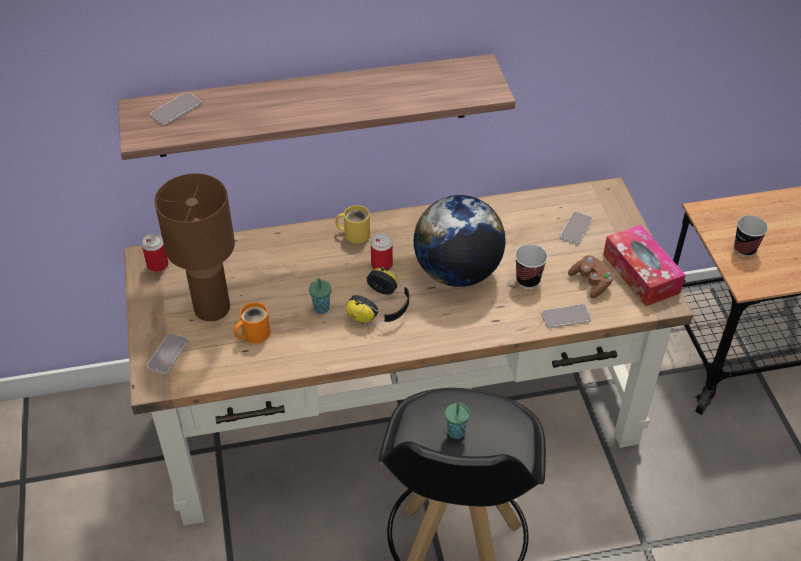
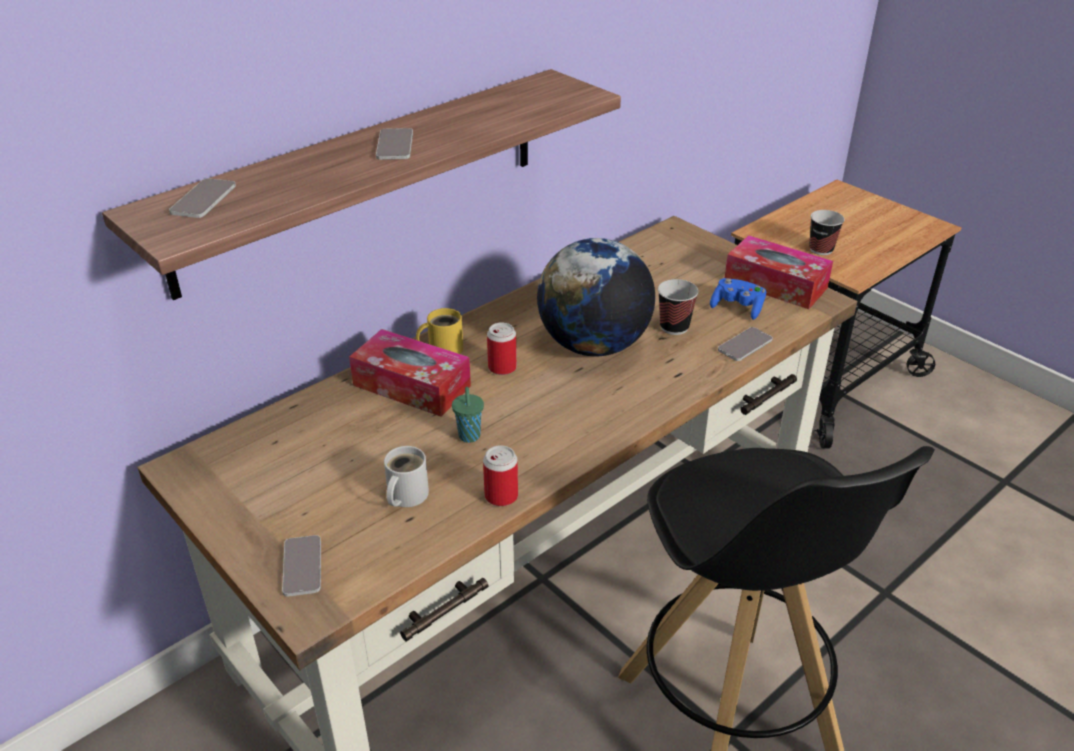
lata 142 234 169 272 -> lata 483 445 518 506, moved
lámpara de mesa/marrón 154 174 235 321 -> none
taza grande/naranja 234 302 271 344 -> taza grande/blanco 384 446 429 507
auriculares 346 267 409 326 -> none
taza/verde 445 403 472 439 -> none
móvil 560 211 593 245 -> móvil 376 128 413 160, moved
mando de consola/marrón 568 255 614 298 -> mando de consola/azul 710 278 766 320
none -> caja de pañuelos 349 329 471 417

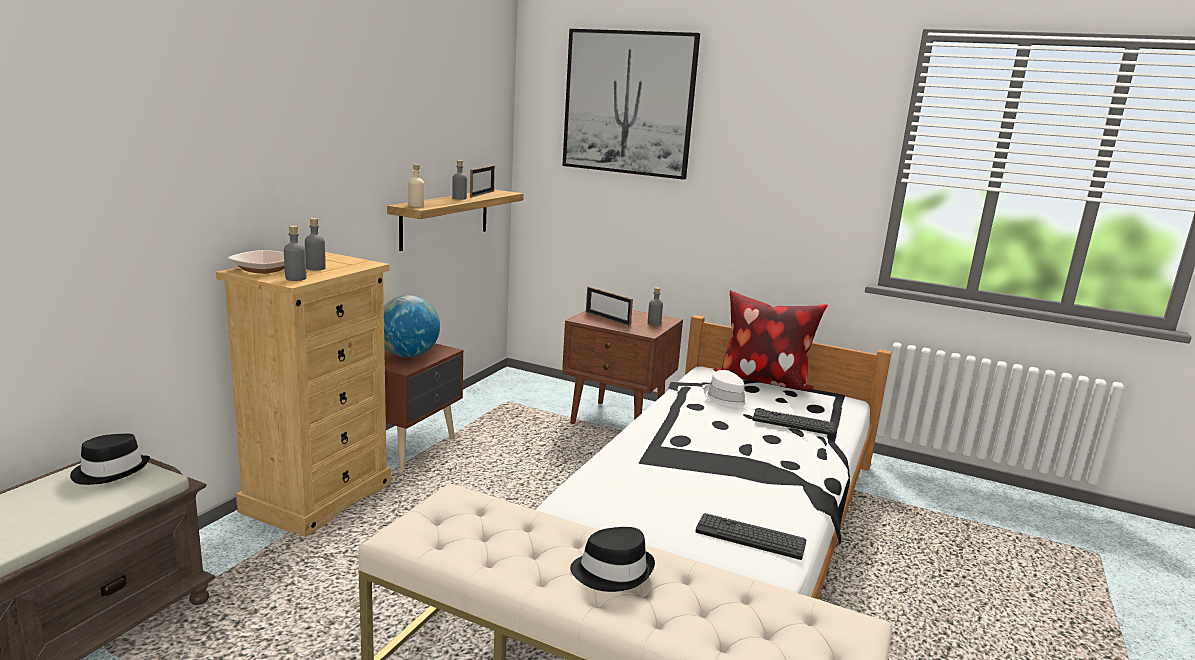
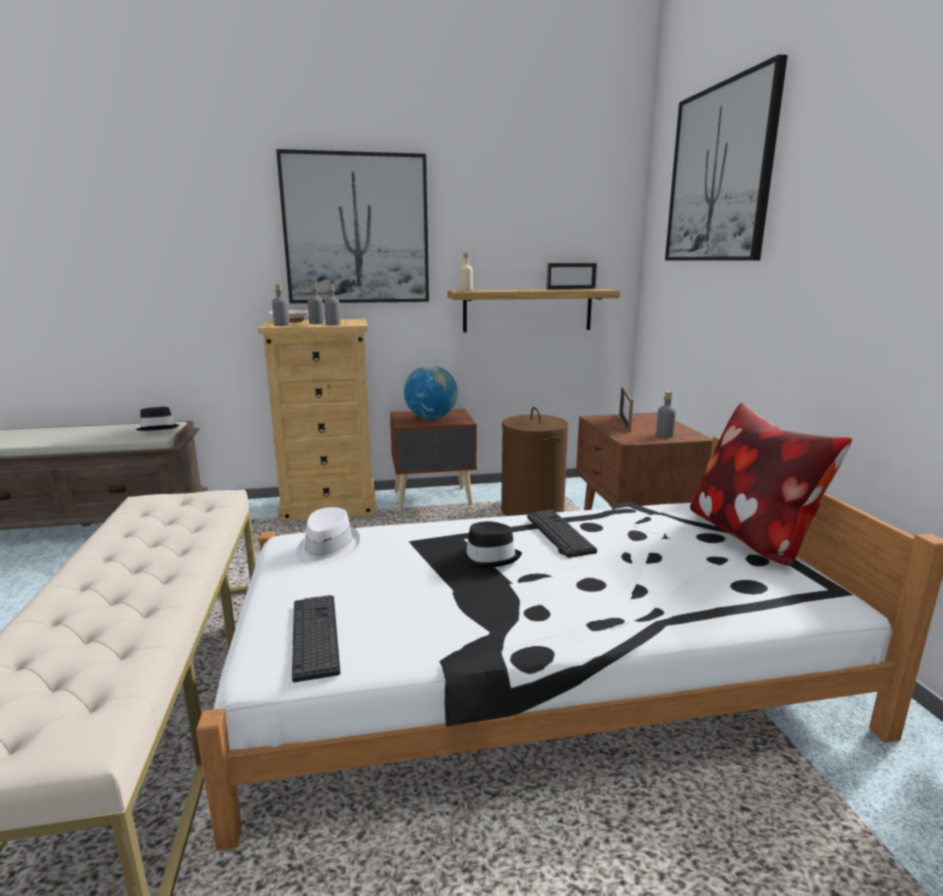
botella/gris 453 160 467 200 -> botella/gris 324 284 341 325, moved
sombrero/negro 570 527 655 592 -> sombrero/negro 458 521 522 568, moved
sombrero/blanco 704 370 751 409 -> sombrero/blanco 297 507 360 565, moved
teclado 752 409 834 435 -> teclado 527 510 597 558, moved
none -> cuadro 276 149 429 303
none -> cesto de la ropa/marrón 501 407 569 516

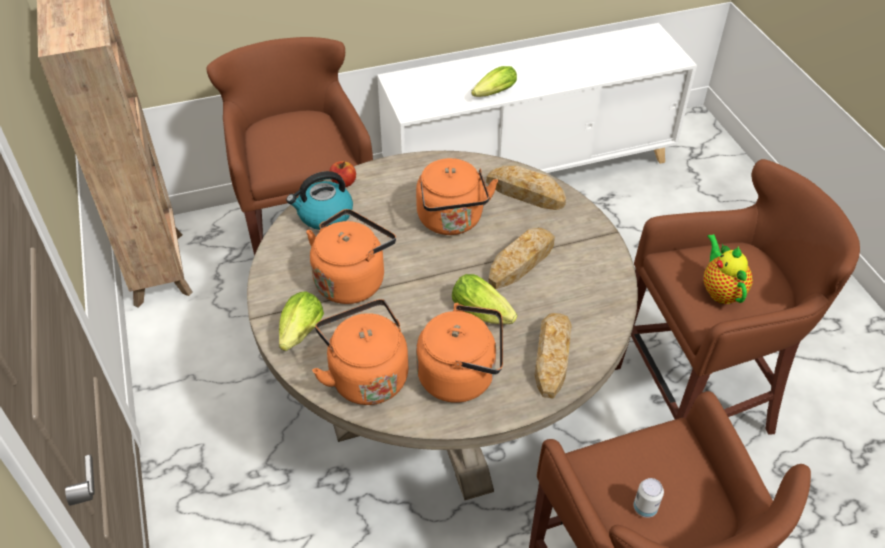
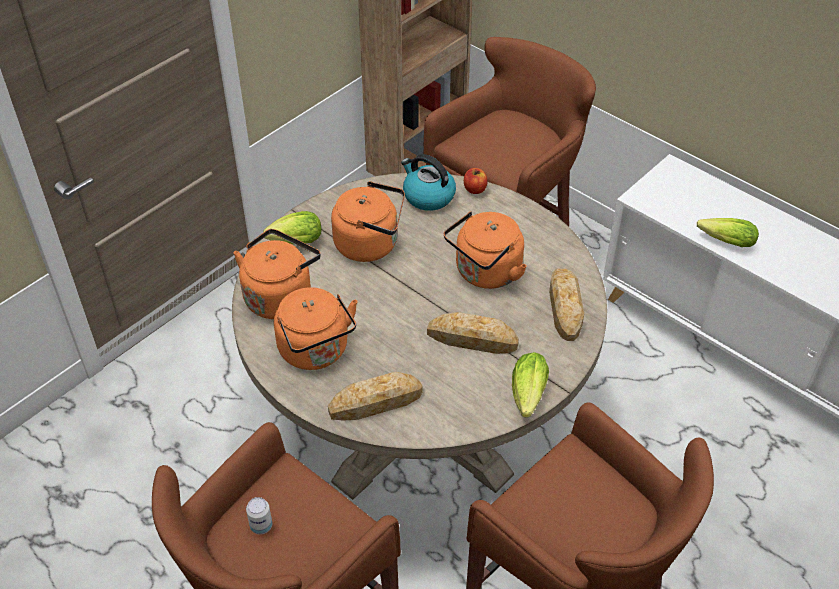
lechuga 452 274 517 324 -> lechuga 512 352 549 418, moved
tetera 704 234 752 304 -> none

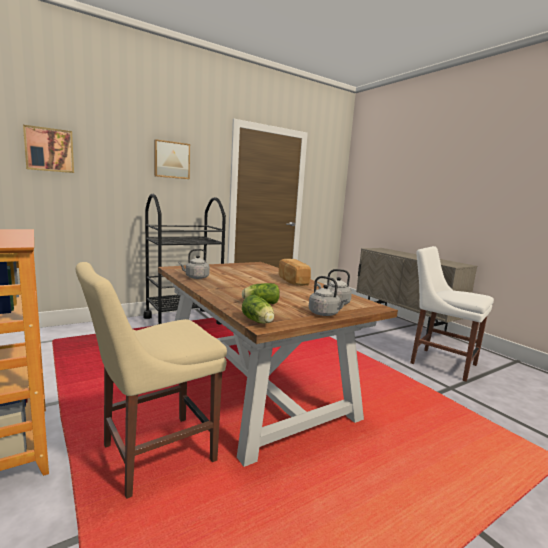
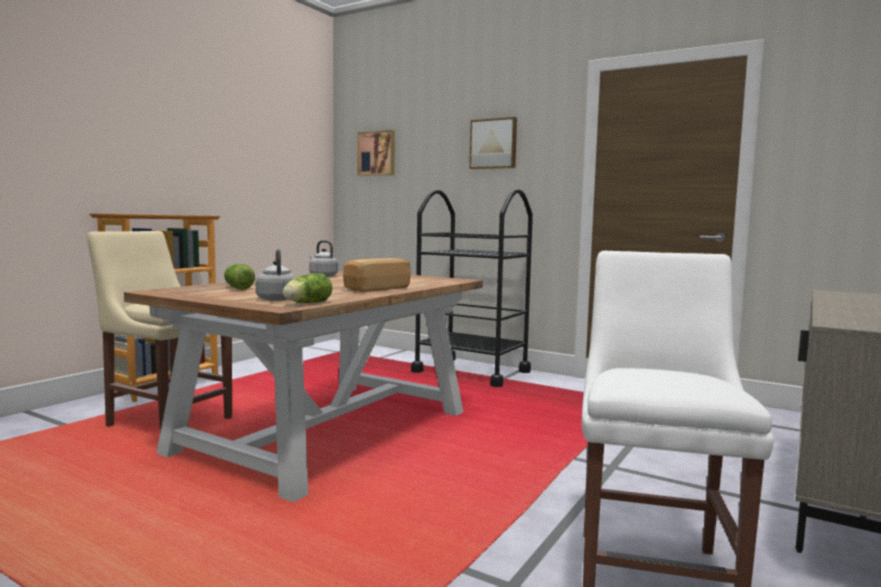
lechuga 242 295 274 323 -> lechuga 283 273 332 303, moved
hervidor/gris 309 276 348 316 -> none

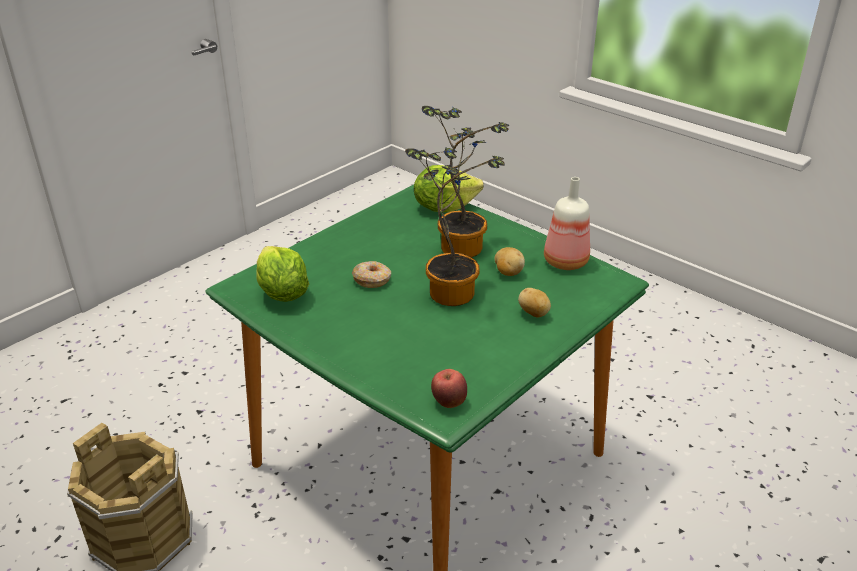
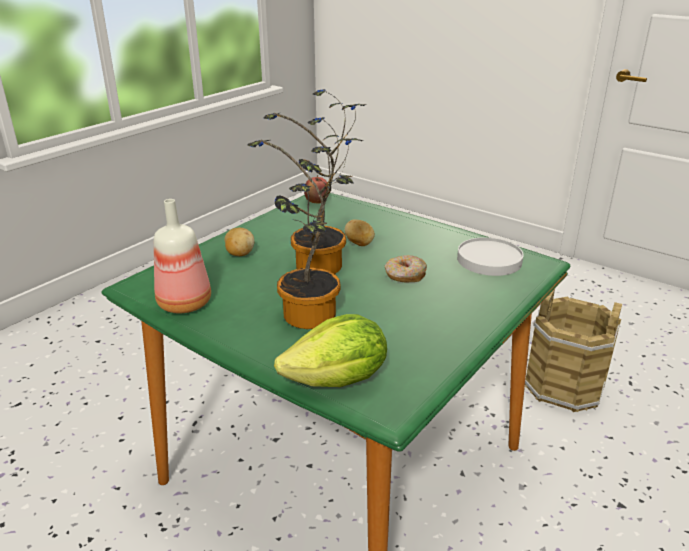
lechuga 256 246 309 302 -> plato/blanco 457 237 524 276
patata 494 247 525 276 -> patata 344 219 375 246, moved

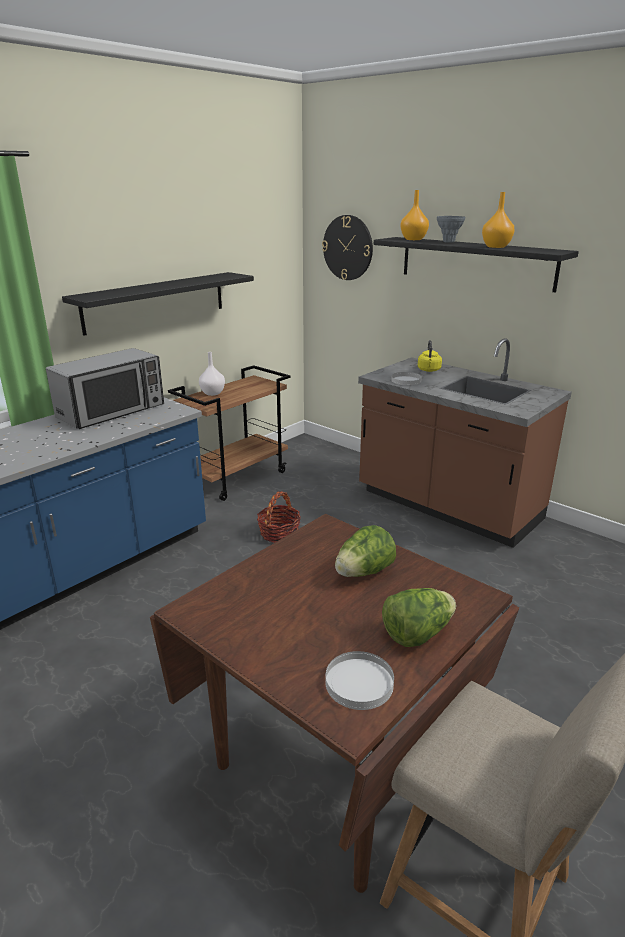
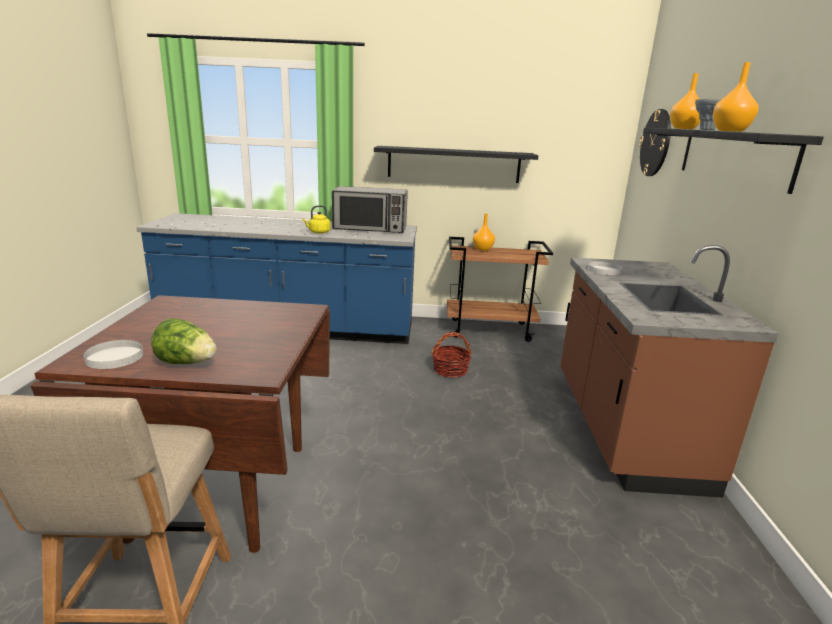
florero/blanco 199 352 225 396 -> florero/naranja 473 214 495 251
lechuga 335 525 396 577 -> none
hervidor/amarillo 418 340 442 372 -> hervidor/amarillo 302 205 331 234, moved

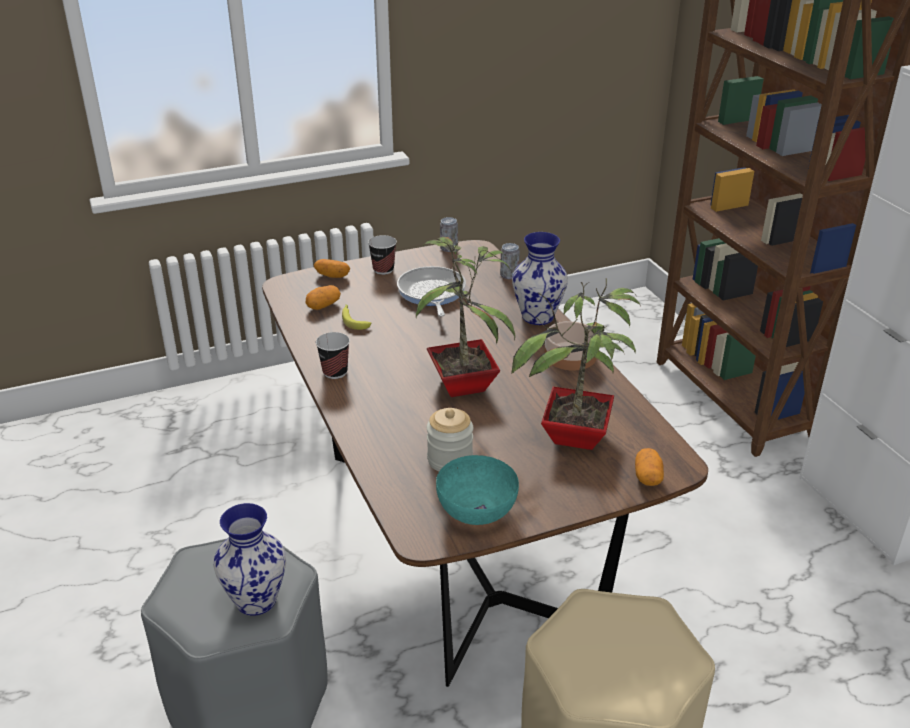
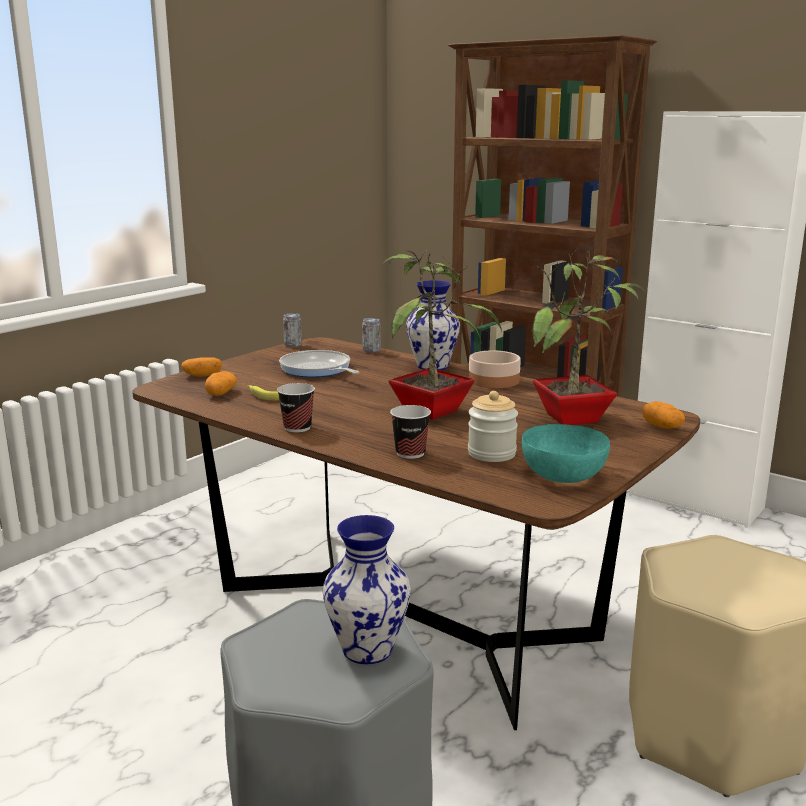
taza 368 235 397 275 -> taza 390 405 431 459, moved

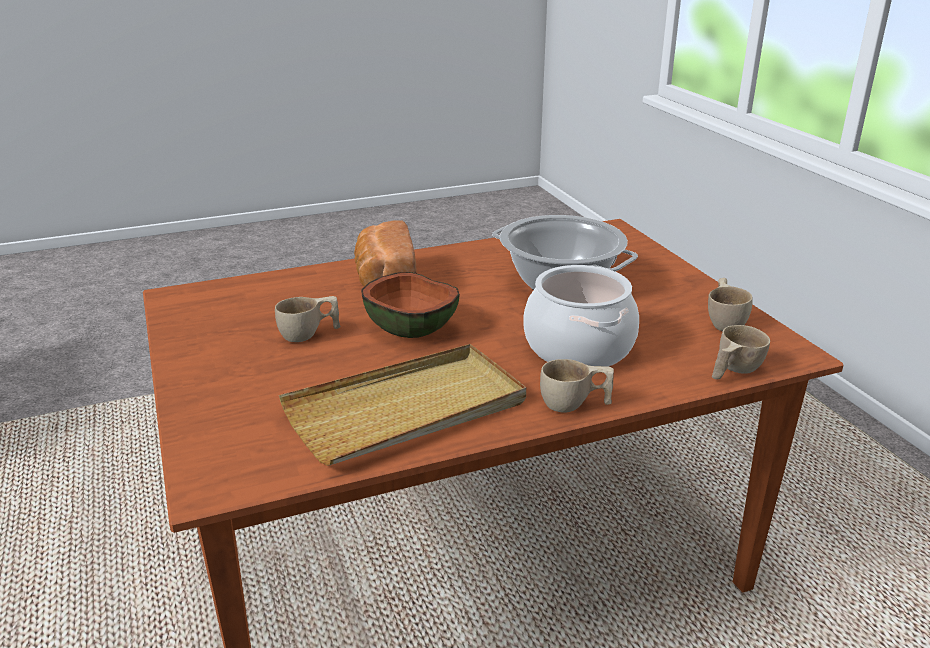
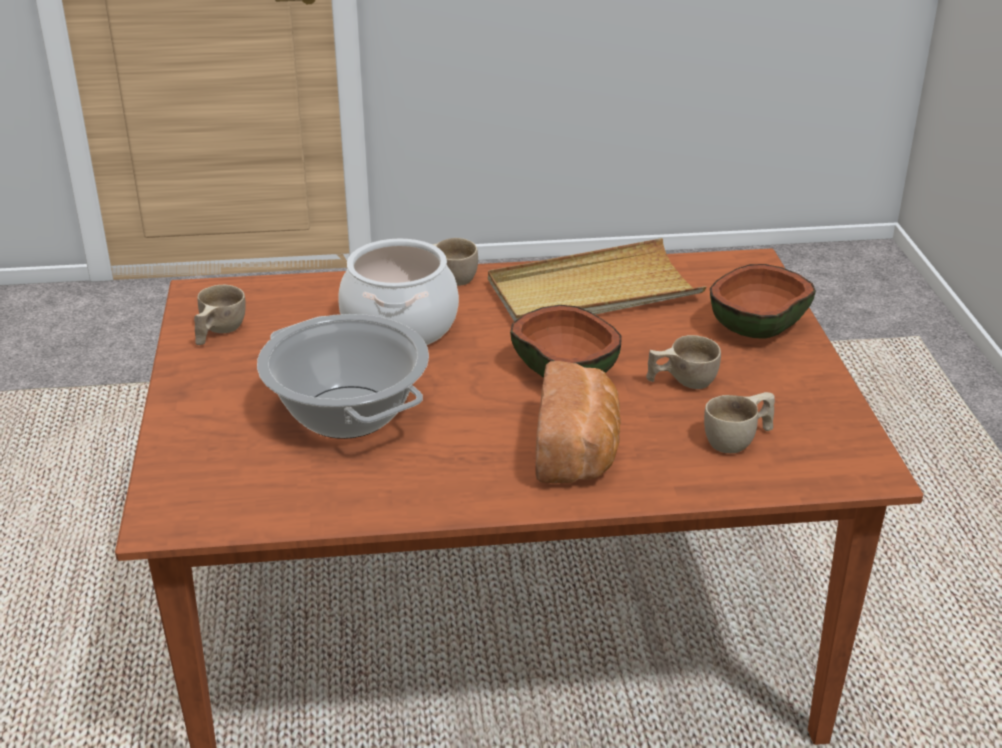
taza/beis 712 325 770 379 -> taza/beis 704 392 775 453, moved
none -> cuenco 710 264 816 339

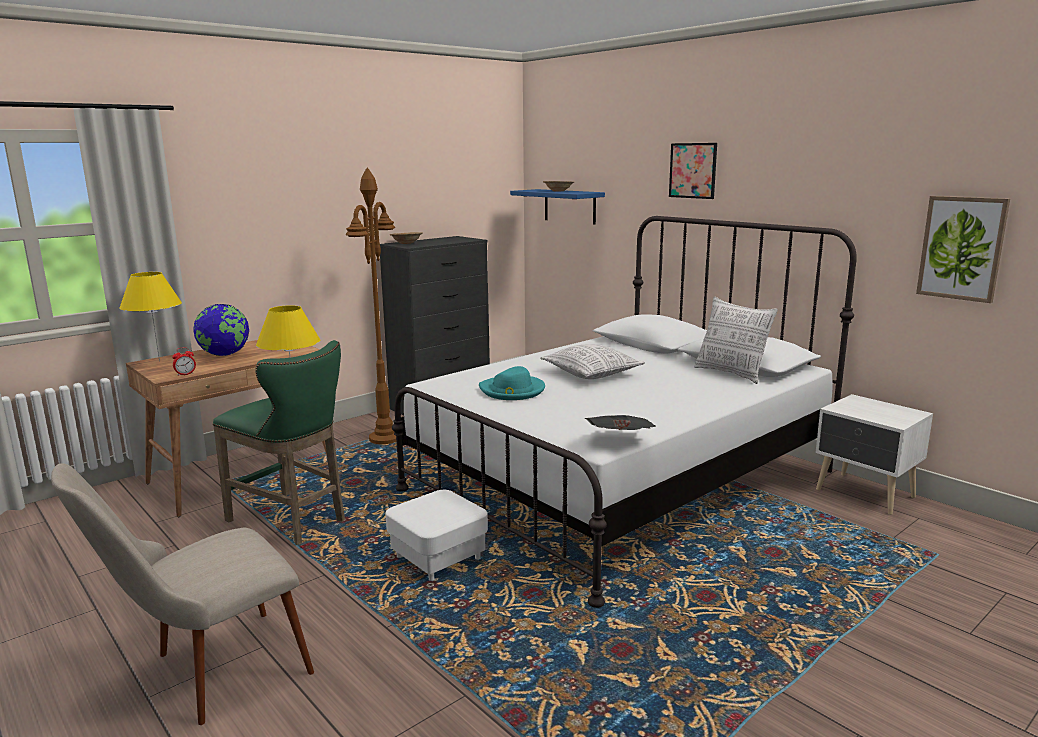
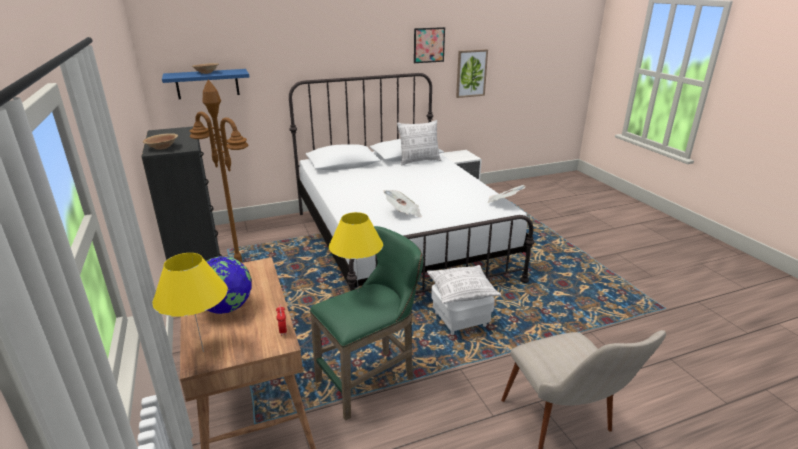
sombrero/turquesa 479 366 545 400 -> periódico 383 190 422 217
cojín 540 344 645 379 -> cojín 427 265 501 304, moved
cuadro 669 143 717 199 -> cuadro 414 27 445 63, moved

